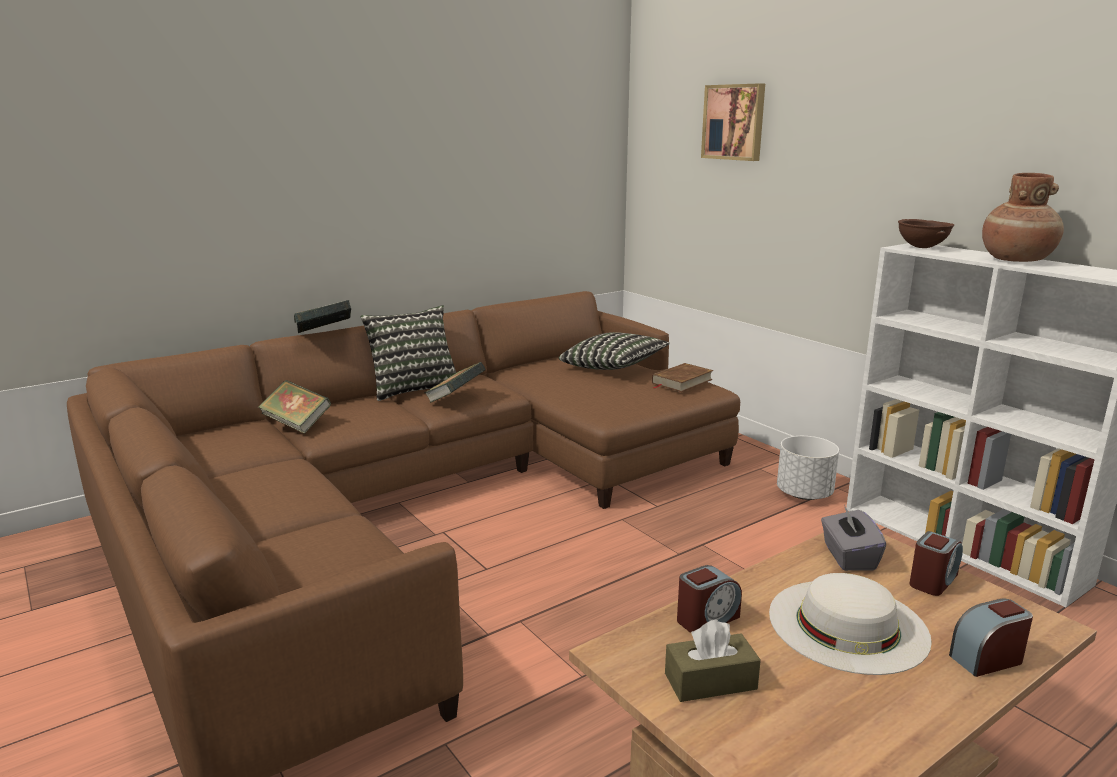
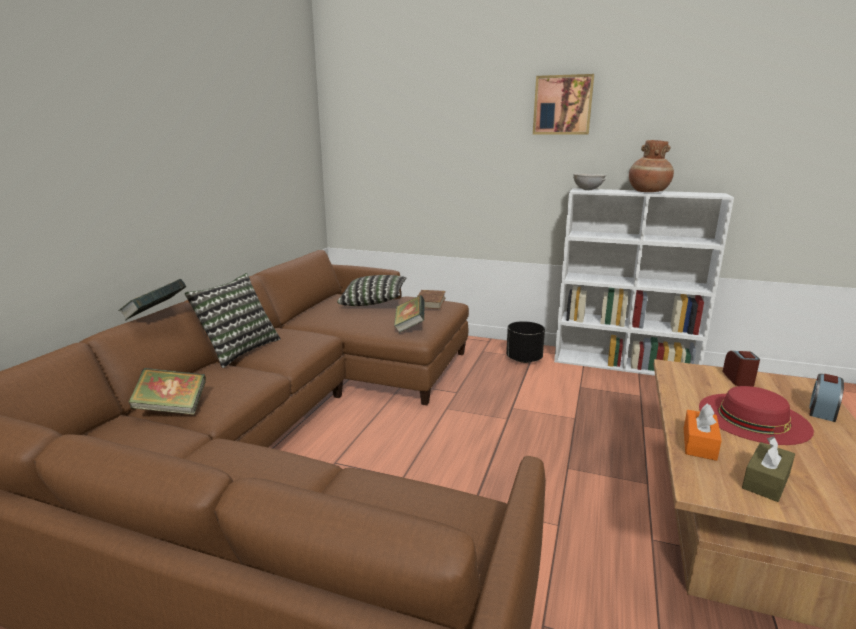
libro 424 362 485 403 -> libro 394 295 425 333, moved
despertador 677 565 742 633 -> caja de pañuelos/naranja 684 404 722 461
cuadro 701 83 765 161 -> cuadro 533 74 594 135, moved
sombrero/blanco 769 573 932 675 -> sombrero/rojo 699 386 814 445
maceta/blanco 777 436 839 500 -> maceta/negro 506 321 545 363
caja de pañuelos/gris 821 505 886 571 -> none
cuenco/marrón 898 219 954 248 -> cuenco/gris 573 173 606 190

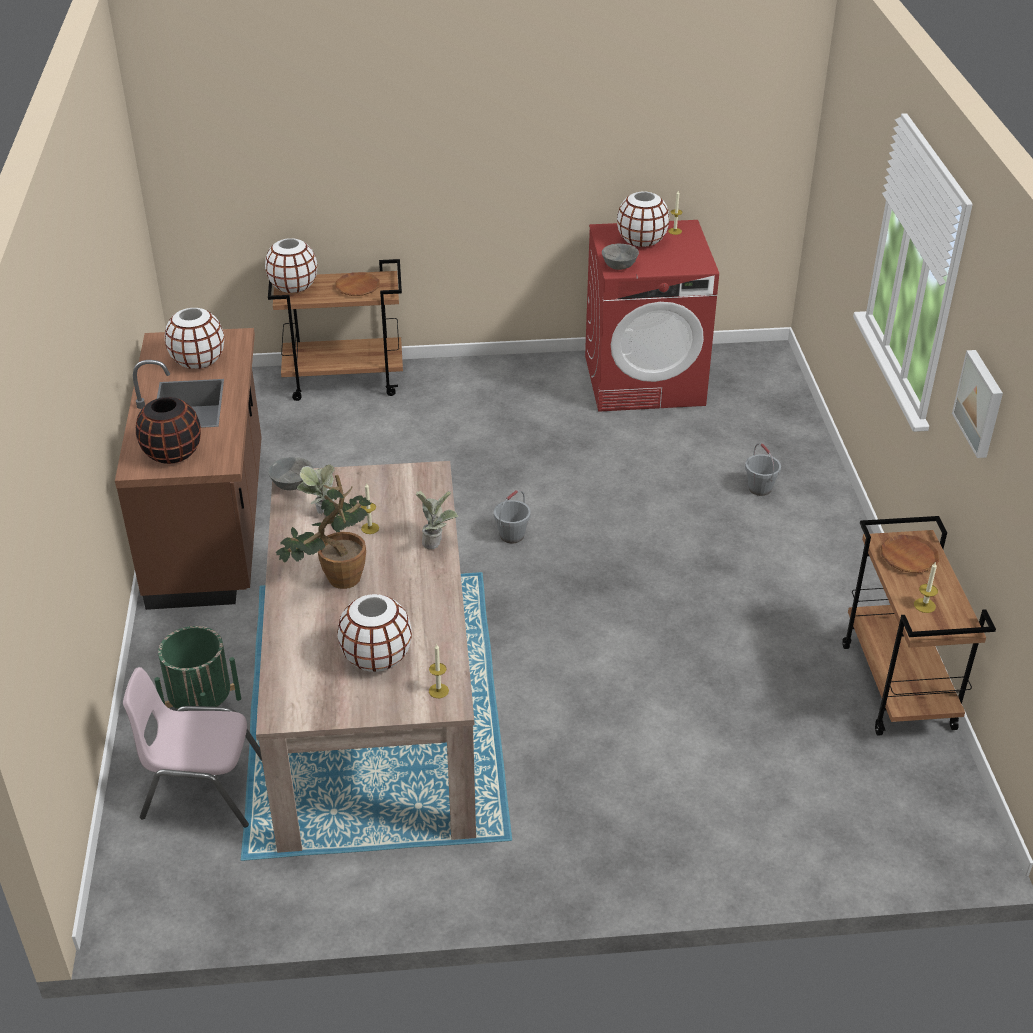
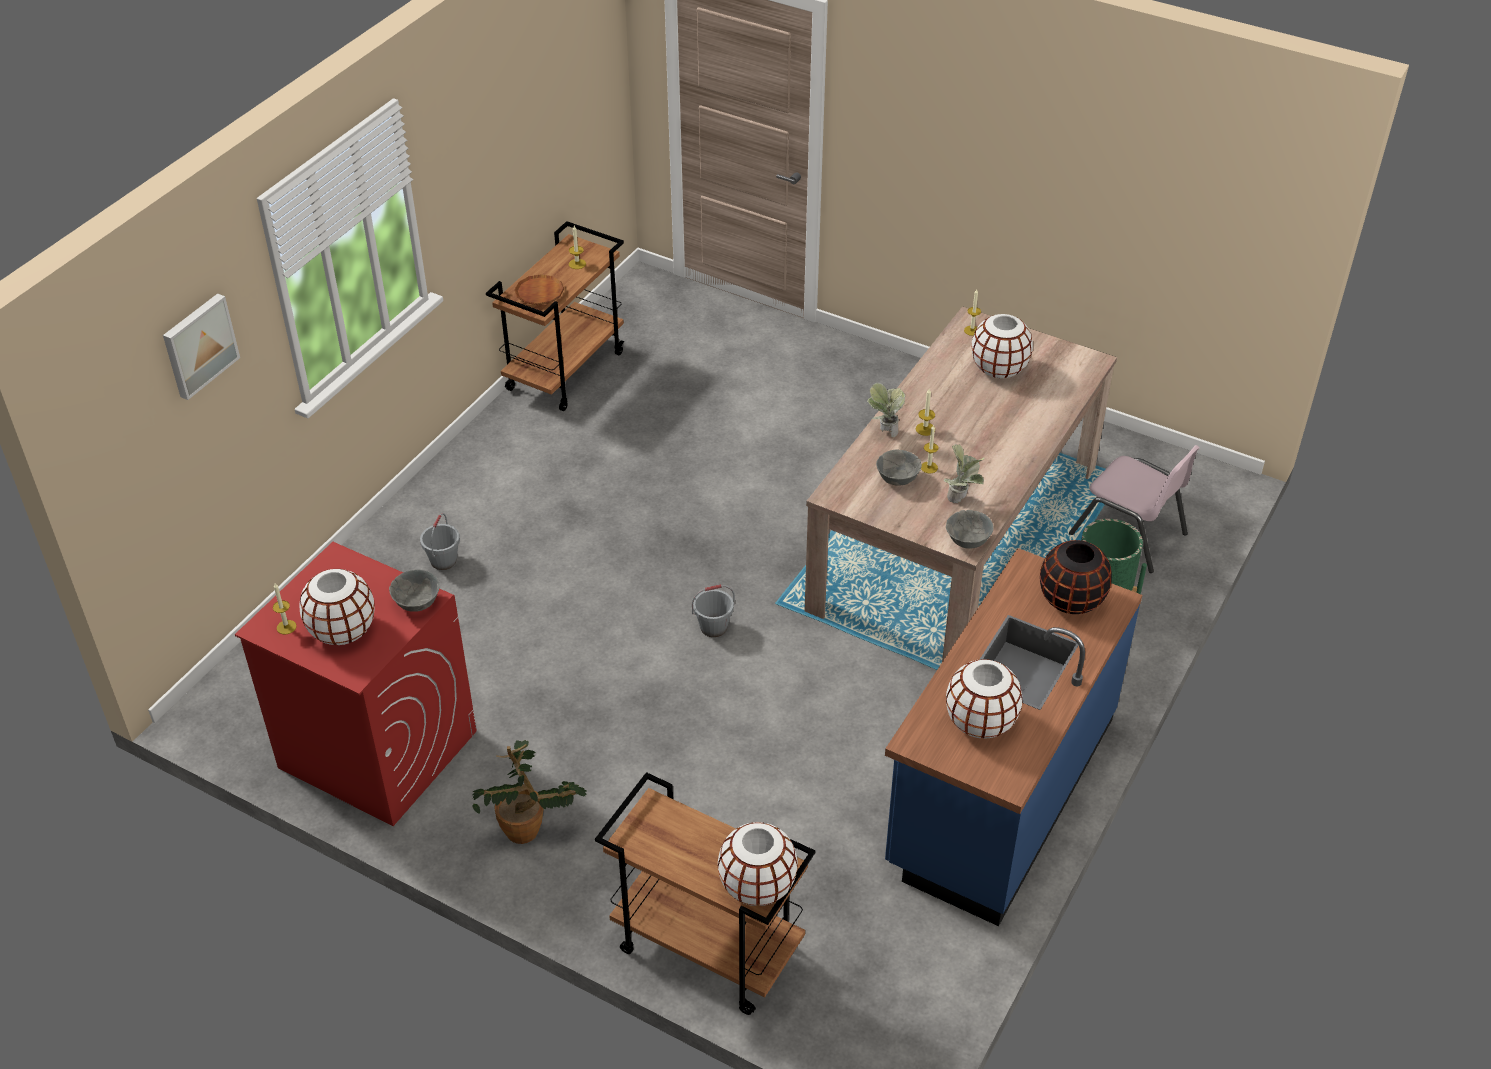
mueble bajo de cocina/marrón 115 328 262 610 -> mueble bajo de cocina/azul 885 548 1142 926
planta en maceta 276 475 371 589 -> planta en maceta 472 740 587 844, moved
plato/marrón 335 272 380 296 -> none
cuadro 952 350 1003 458 -> cuadro 163 294 240 400, moved
none -> cuenco/gris 876 450 922 485
none -> vela 916 389 935 436

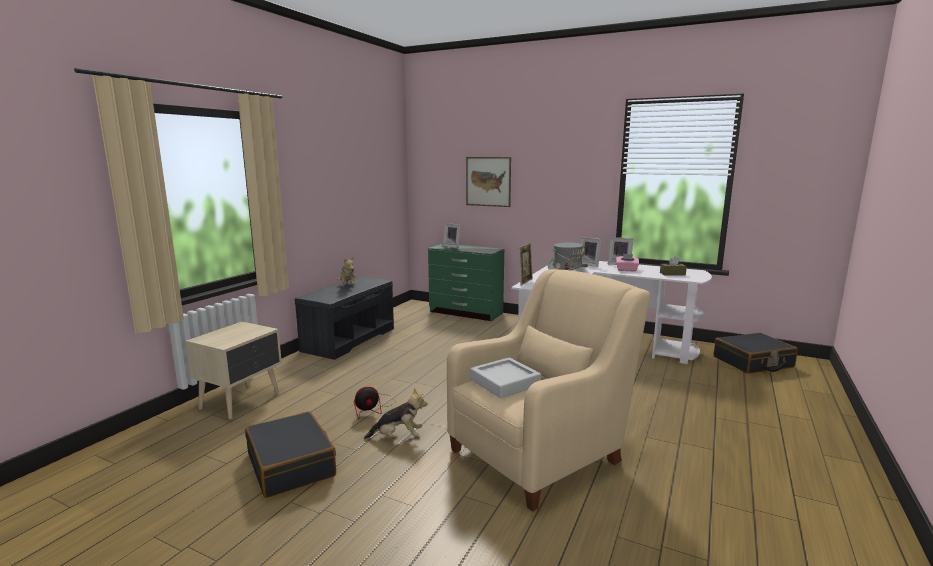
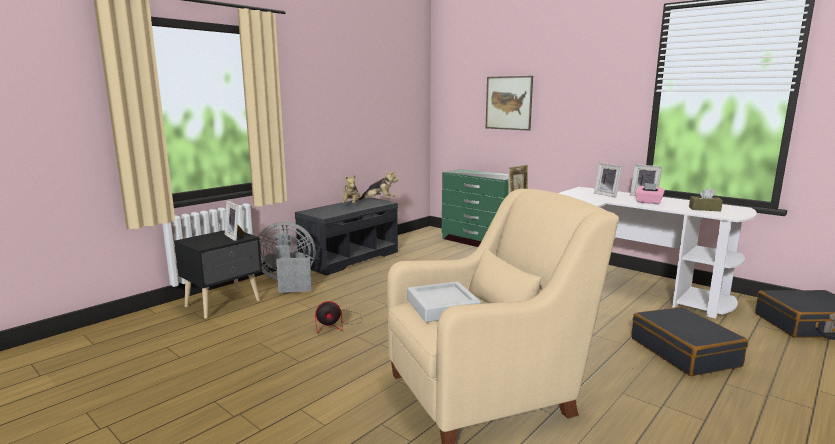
mesita de noche/beis 185 322 282 419 -> mesita de noche/negro 174 230 262 319
maleta/negro 245 411 336 498 -> maleta/negro 631 307 748 376, moved
peluche 364 388 427 439 -> peluche 358 171 398 200, moved
portarretratos 443 223 461 248 -> portarretratos 225 201 244 241, moved
sombrero/gris 548 243 588 271 -> none
none -> ventilador/gris 257 222 316 293

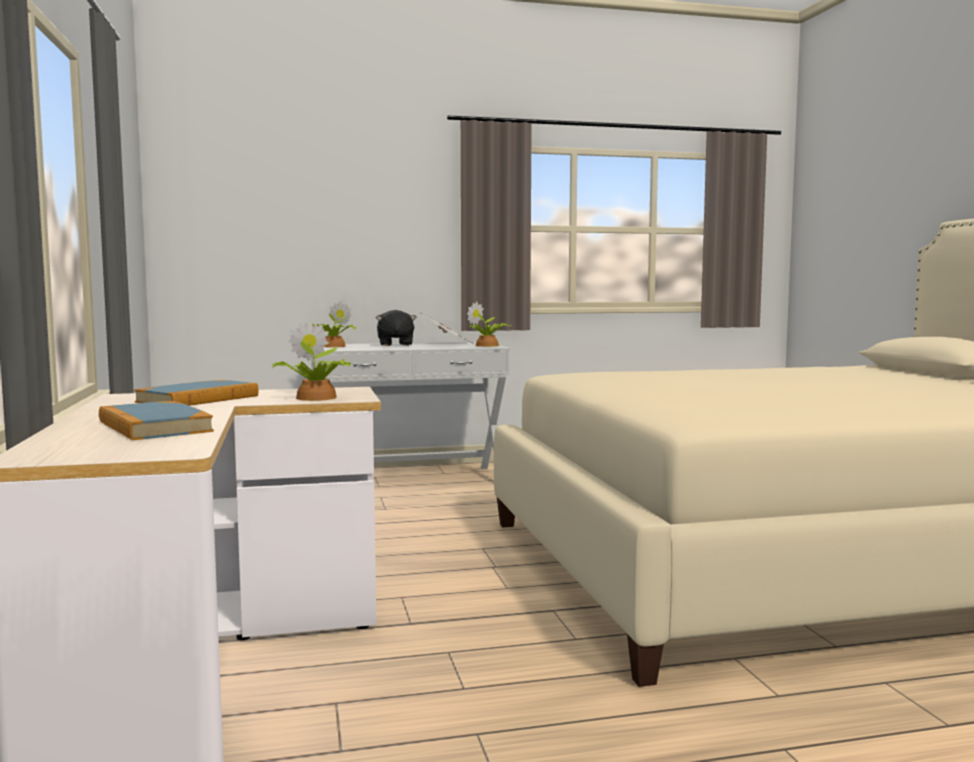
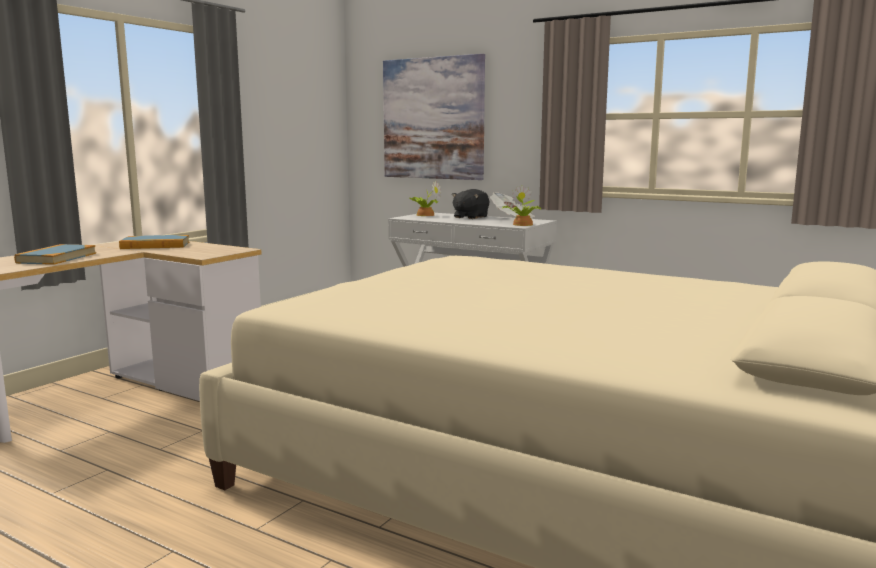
planta en maceta 272 320 351 401 -> none
none -> cuadro 383 54 485 180

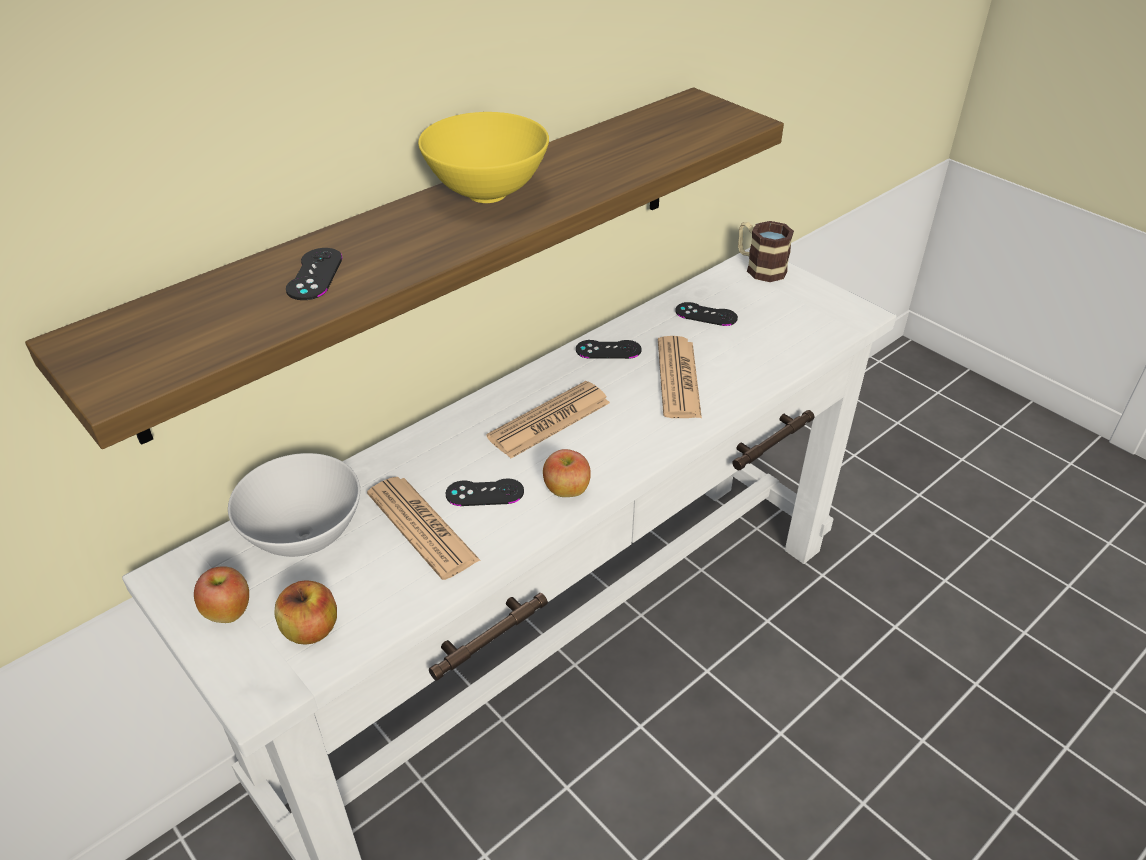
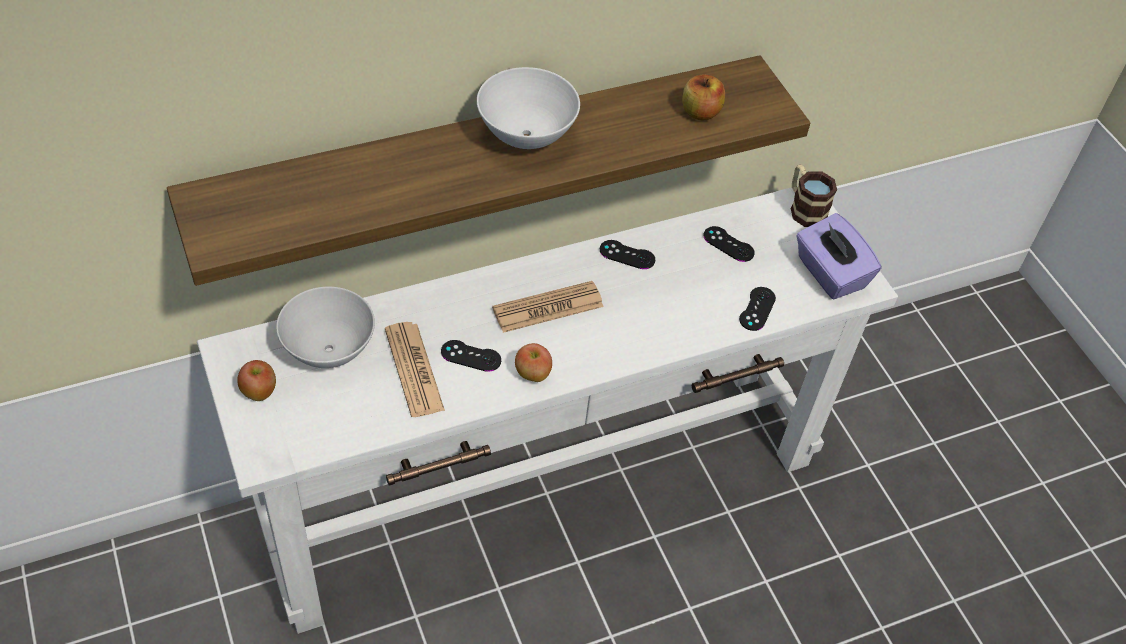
manzana 275 580 337 645 -> manzana 682 74 725 120, moved
mando de consola/negro 286 248 343 300 -> mando de consola/negro 739 287 776 331, moved
cuenco/amarillo 418 112 549 203 -> cuenco/blanco 477 67 580 149
periódico 658 336 702 418 -> none
none -> caja de pañuelos/morado 796 213 881 299

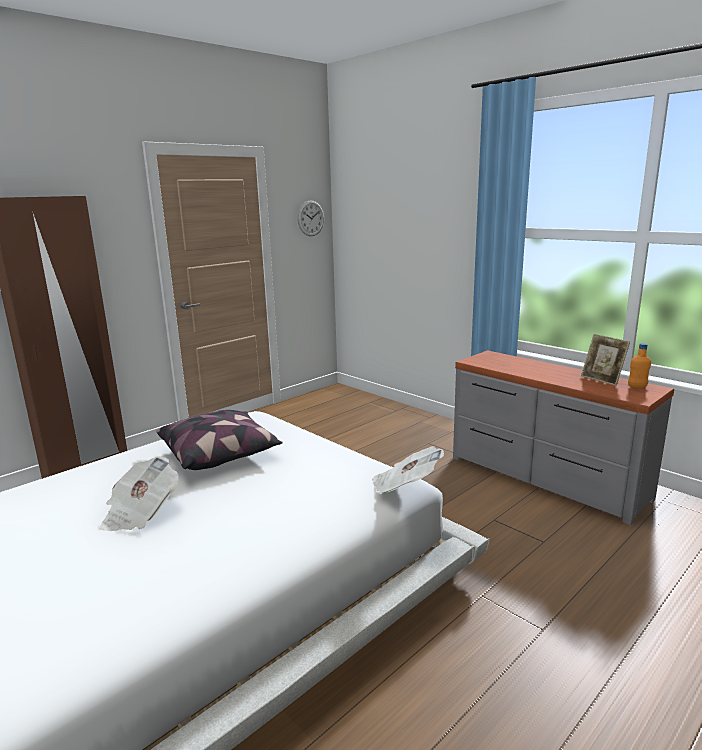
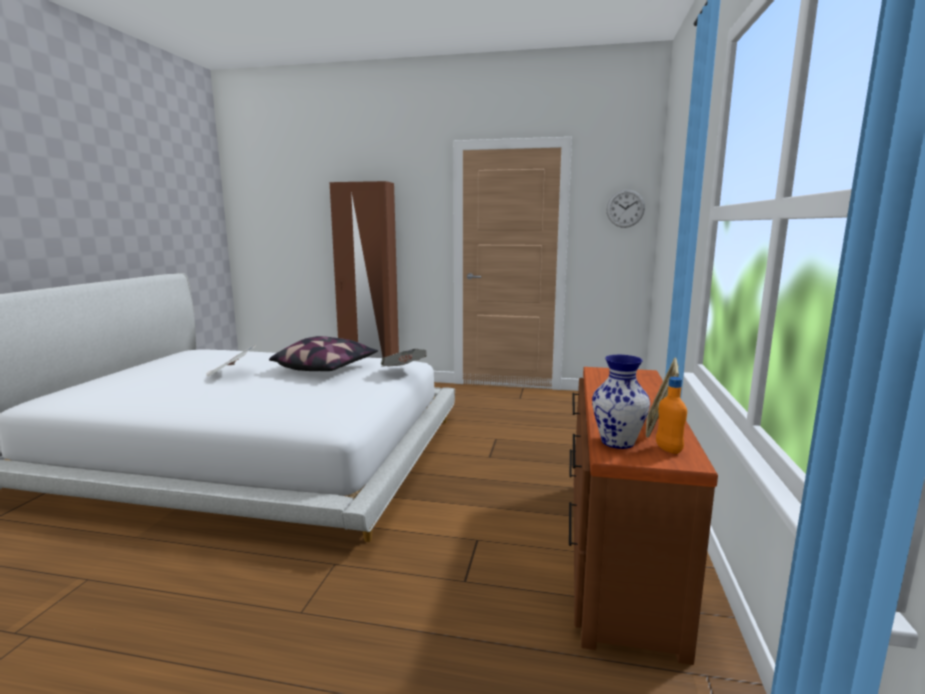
periódico 372 446 444 495 -> periódico 381 349 427 367, moved
cómoda/gris 453 350 674 525 -> cómoda/marrón 569 367 718 665
none -> florero 592 355 650 449

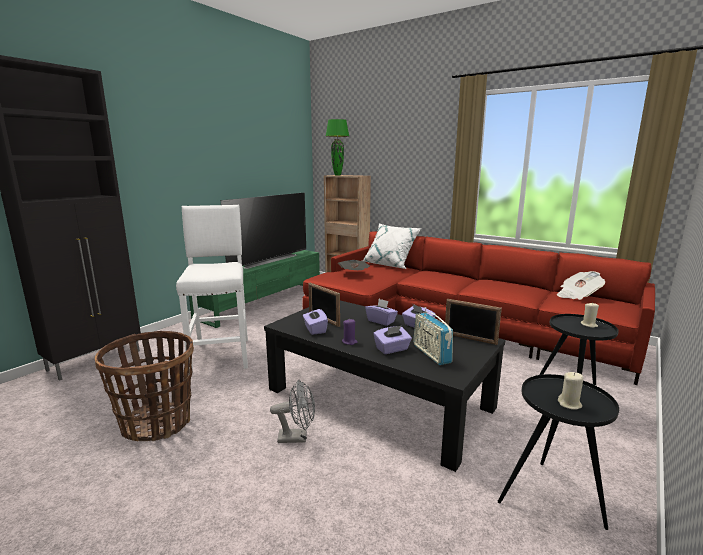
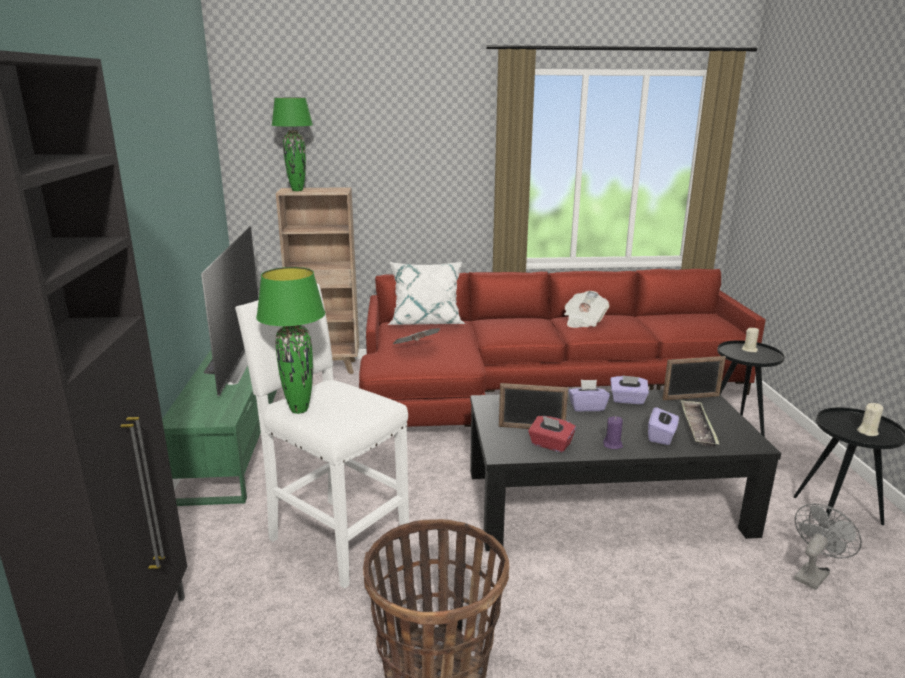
ventilador/gris 270 380 315 443 -> ventilador/gris 794 504 862 590, moved
caja de pañuelos/morado 303 308 328 335 -> caja de pañuelos/rojo 528 416 576 453
radio 413 307 453 365 -> bandeja 680 400 720 447
periódico 557 271 605 300 -> periódico 564 291 609 328, moved
none -> lámpara de mesa/verde 256 267 325 414

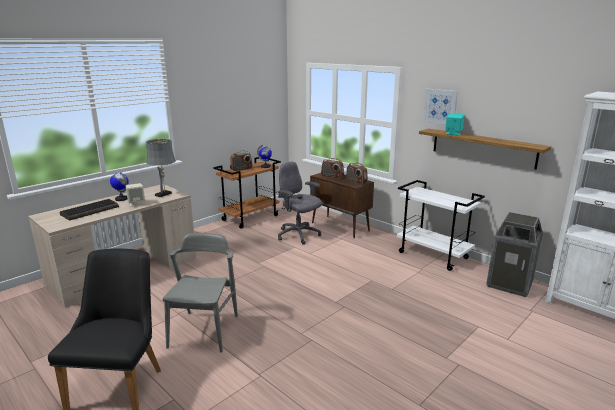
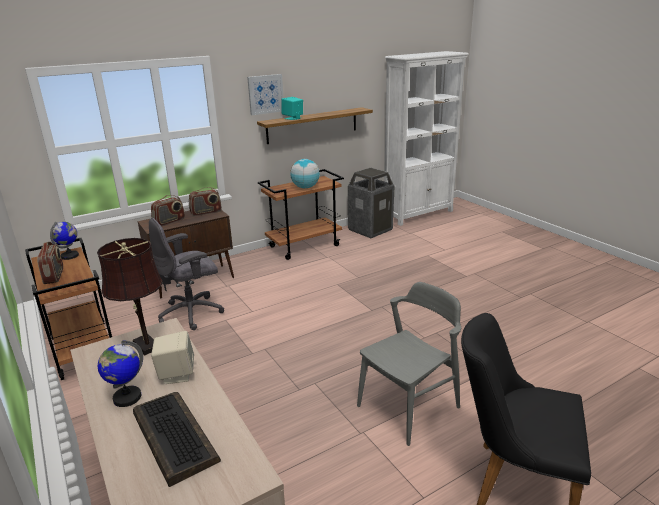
lámpara de mesa/gris 146 138 176 197 -> lámpara de mesa/marrón 97 238 163 356
silla/gris 163 233 238 353 -> silla/gris 357 282 461 446, 120 degrees clockwise
carrito/blanco 397 180 485 271 -> carrito/marrón 258 169 344 260
none -> globo terráqueo 290 159 320 189

